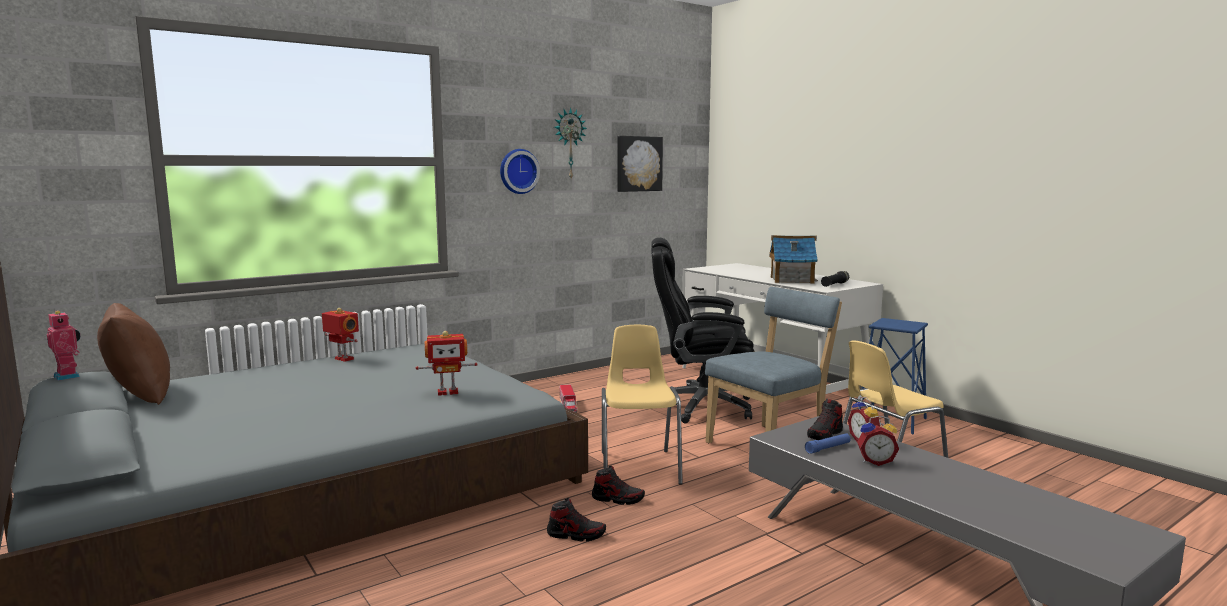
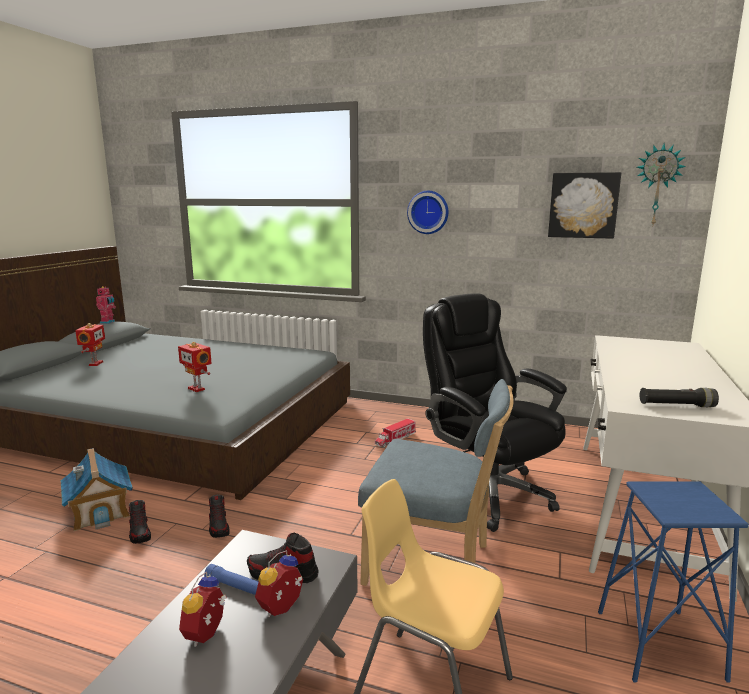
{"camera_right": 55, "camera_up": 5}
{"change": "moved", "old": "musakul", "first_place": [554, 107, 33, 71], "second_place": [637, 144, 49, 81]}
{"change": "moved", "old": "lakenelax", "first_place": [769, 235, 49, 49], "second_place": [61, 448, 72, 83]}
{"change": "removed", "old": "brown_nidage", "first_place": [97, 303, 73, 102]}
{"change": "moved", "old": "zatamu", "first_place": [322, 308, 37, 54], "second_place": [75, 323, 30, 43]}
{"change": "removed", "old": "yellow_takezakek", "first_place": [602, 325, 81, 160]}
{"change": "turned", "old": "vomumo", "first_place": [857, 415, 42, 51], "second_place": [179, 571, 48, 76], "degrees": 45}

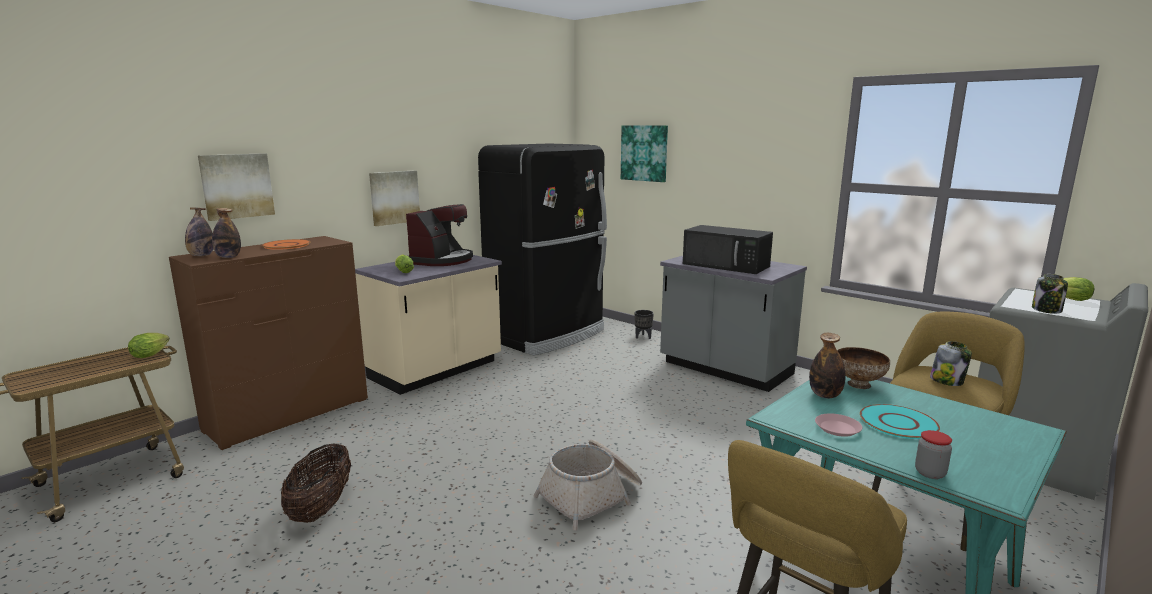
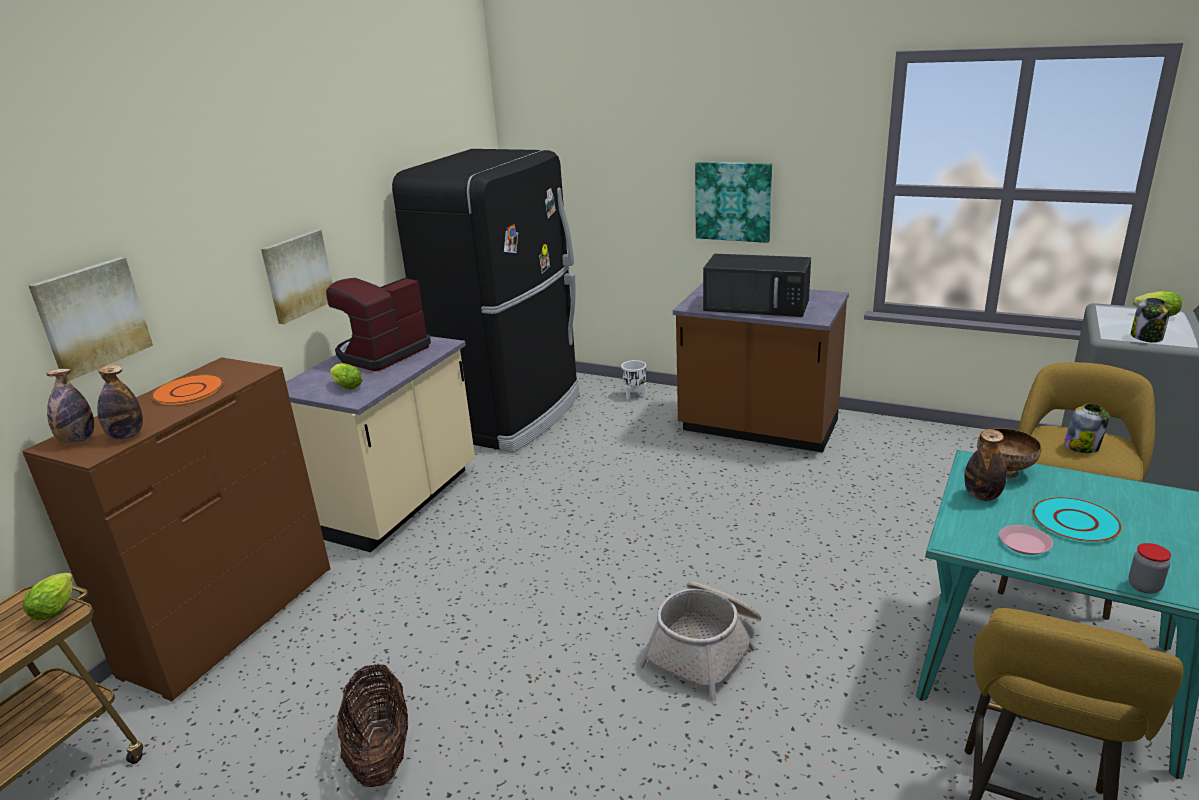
{"camera_right": -15, "camera_up": 10}
{"change": "moved", "old": "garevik", "first_place": [621, 125, 47, 57], "second_place": [695, 162, 77, 81]}
{"change": "turned", "old": "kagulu", "first_place": [406, 204, 67, 62], "second_place": [326, 277, 105, 94], "degrees": -150}
{"change": "recoloured", "old": "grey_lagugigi", "new": "brown_lagugigi", "first_place": [660, 256, 147, 136], "second_place": [673, 283, 176, 170]}
{"change": "recoloured", "old": "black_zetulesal", "new": "white_zetulesal", "first_place": [634, 310, 20, 29], "second_place": [621, 360, 25, 39]}

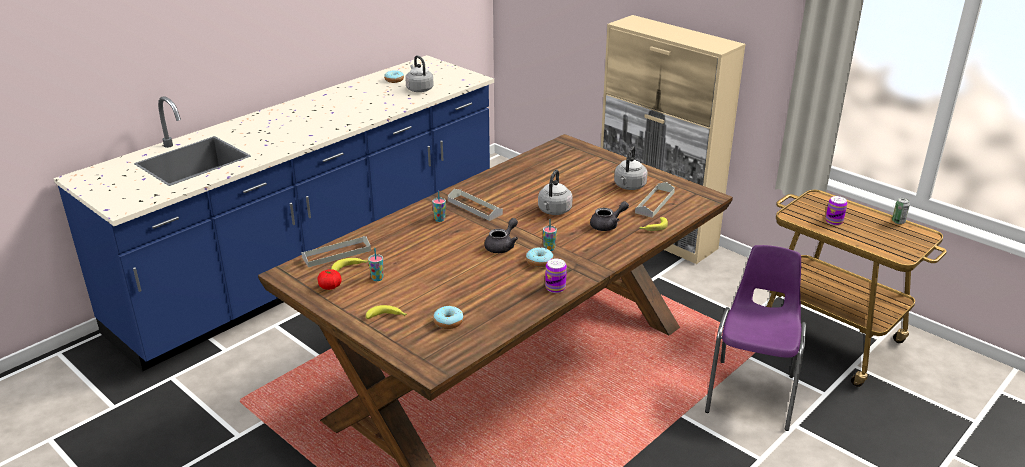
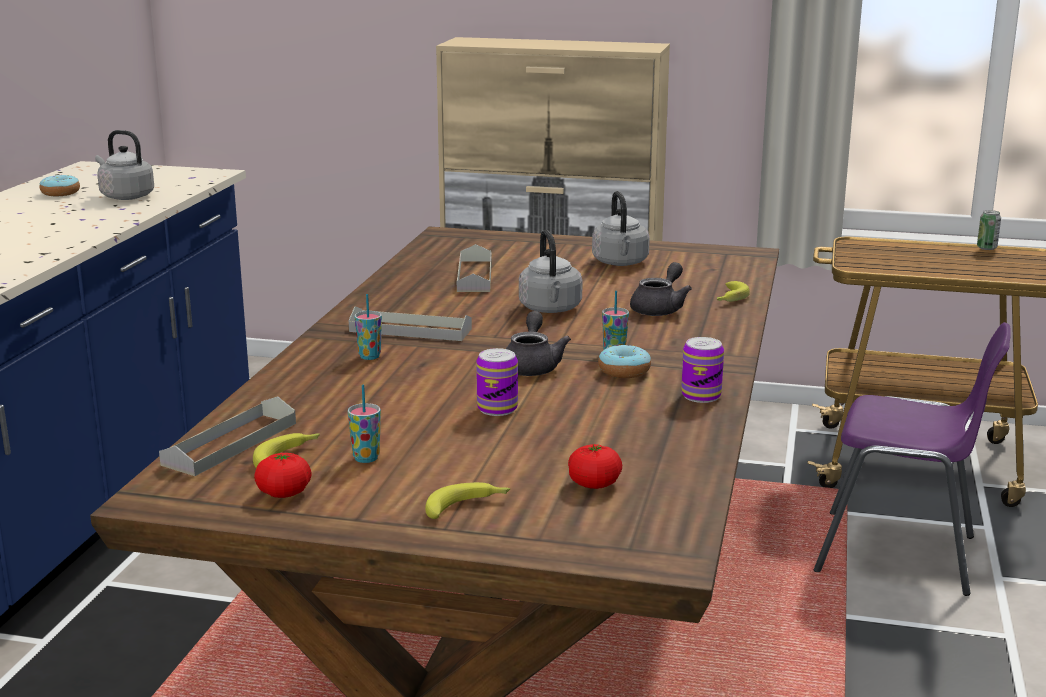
{"camera_right": -30, "camera_up": -10}
{"change": "moved", "old": "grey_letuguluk", "first_place": [635, 182, 40, 36], "second_place": [457, 244, 35, 48]}
{"change": "moved", "old": "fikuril", "first_place": [826, 196, 21, 29], "second_place": [476, 348, 42, 68]}
{"change": "turned", "old": "purple_takezakek", "first_place": [705, 245, 101, 186], "second_place": [814, 322, 197, 274], "degrees": 120}
{"change": "replaced", "old": "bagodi", "new": "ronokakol", "first_place": [433, 306, 30, 23], "second_place": [568, 444, 54, 45]}

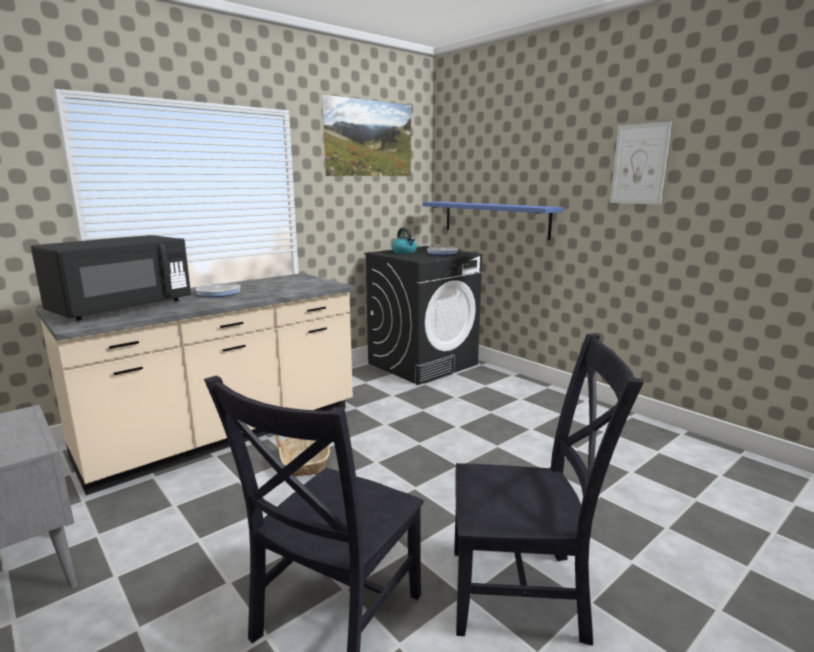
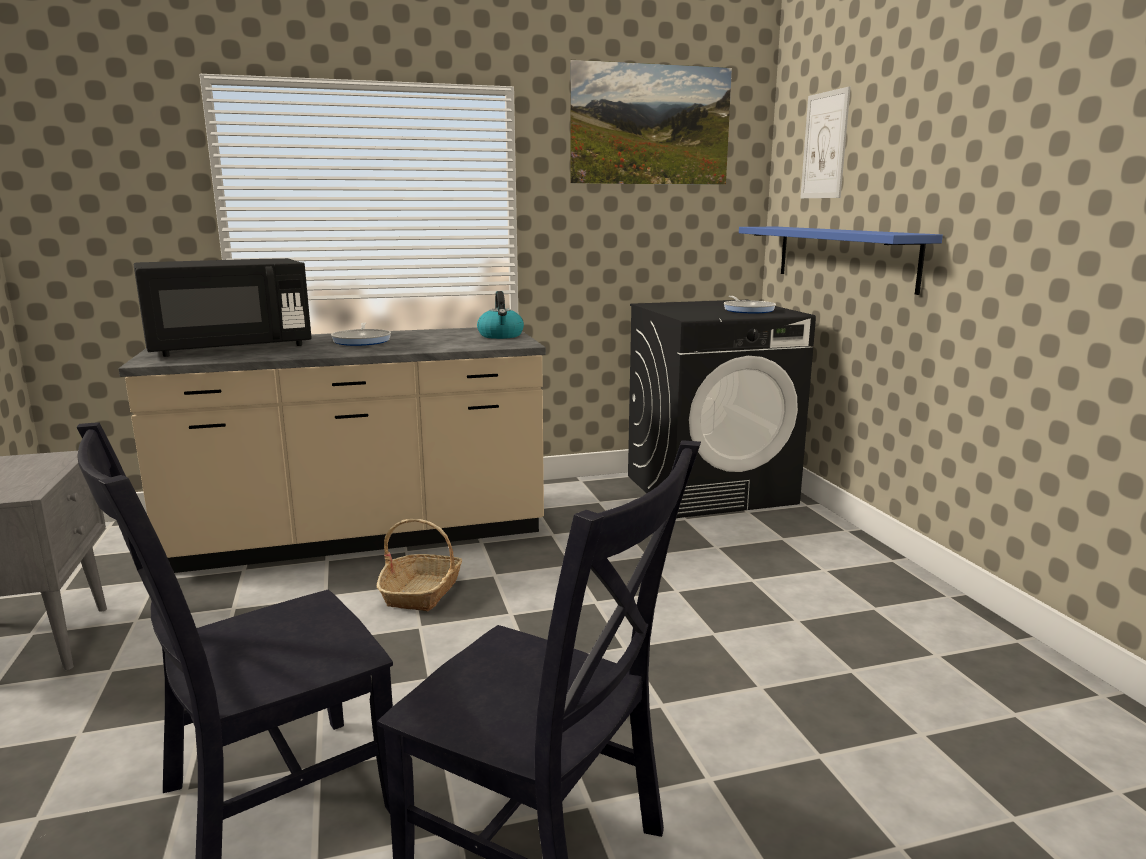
{"camera_right": 25, "camera_up": 0}
{"change": "moved", "old": "garevik", "first_place": [610, 121, 62, 84], "second_place": [800, 87, 51, 111]}
{"change": "moved", "old": "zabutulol", "first_place": [391, 228, 26, 26], "second_place": [477, 291, 47, 48]}

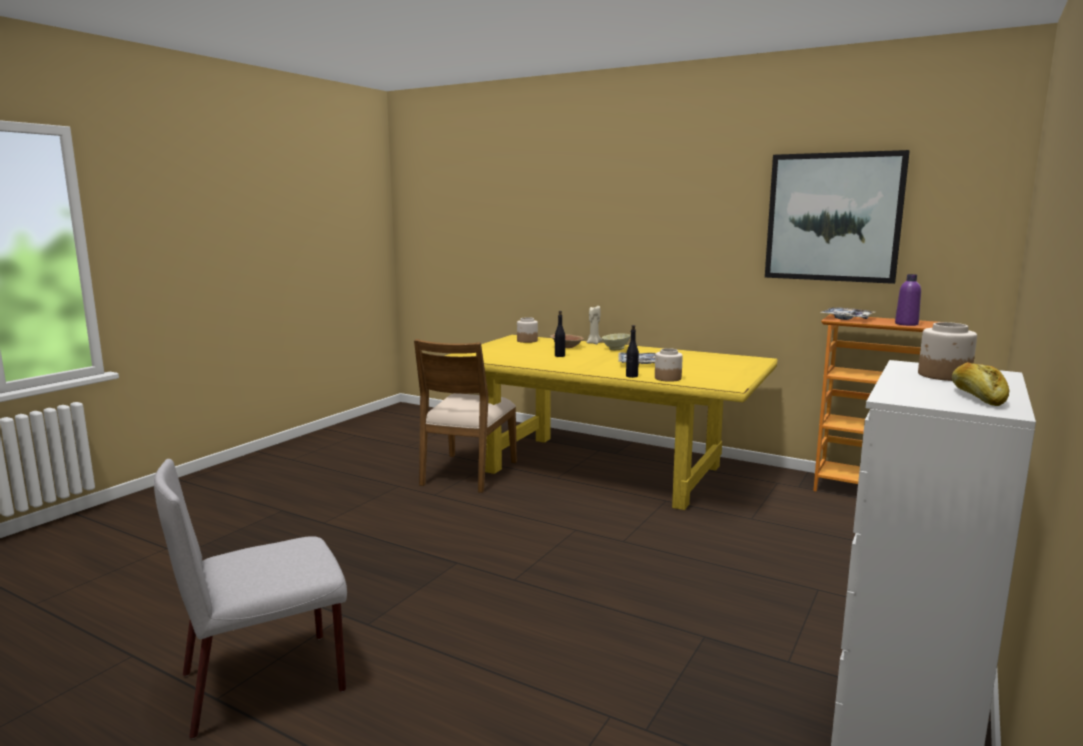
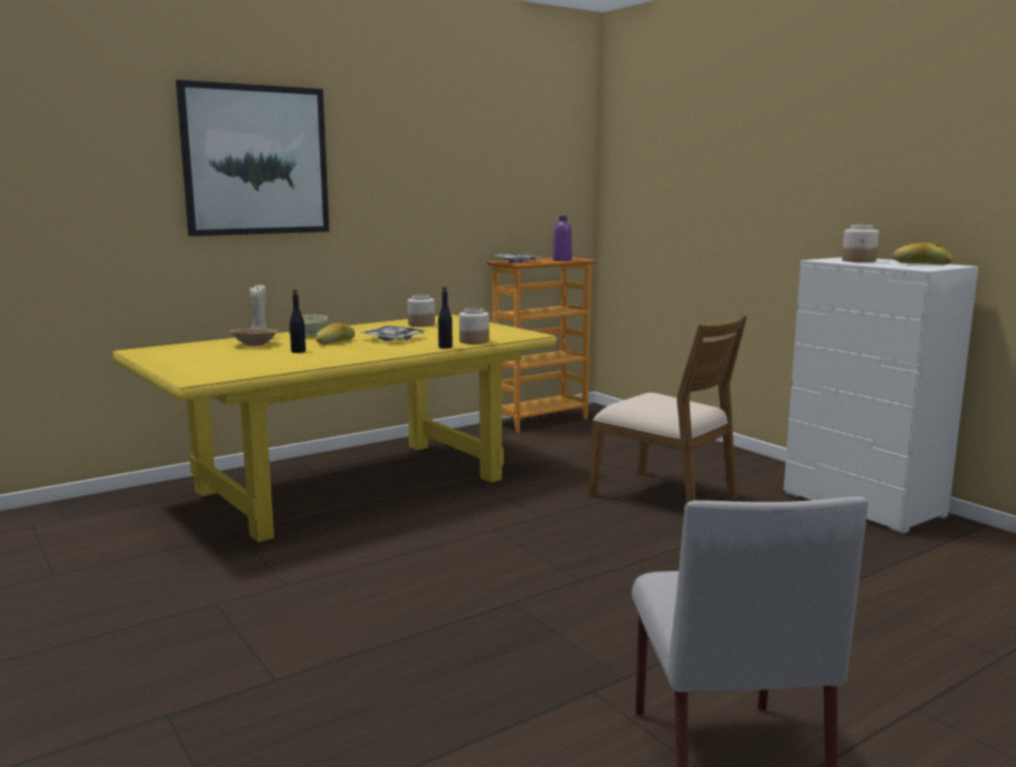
{"camera_right": -65, "camera_up": 0}
{"change": "moved", "old": "garevik", "first_place": [765, 150, 145, 134], "second_place": [176, 80, 153, 156]}
{"change": "moved", "old": "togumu", "first_place": [517, 317, 21, 26], "second_place": [408, 295, 27, 32]}
{"change": "moved", "old": "brown_takezakek", "first_place": [414, 339, 103, 154], "second_place": [589, 314, 158, 189]}
{"change": "added", "new": "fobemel", "second_place": [316, 323, 39, 21]}

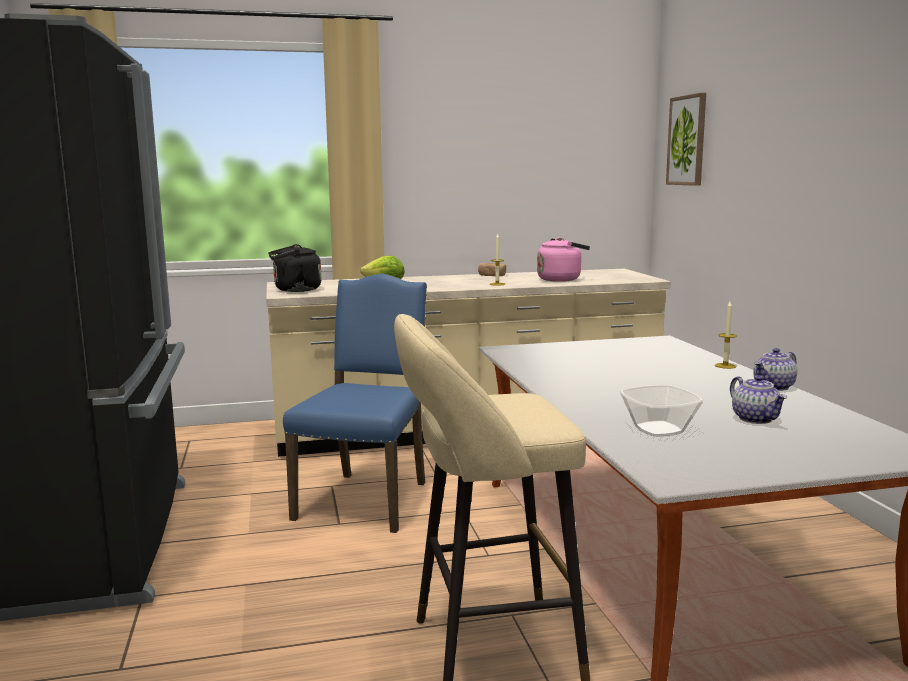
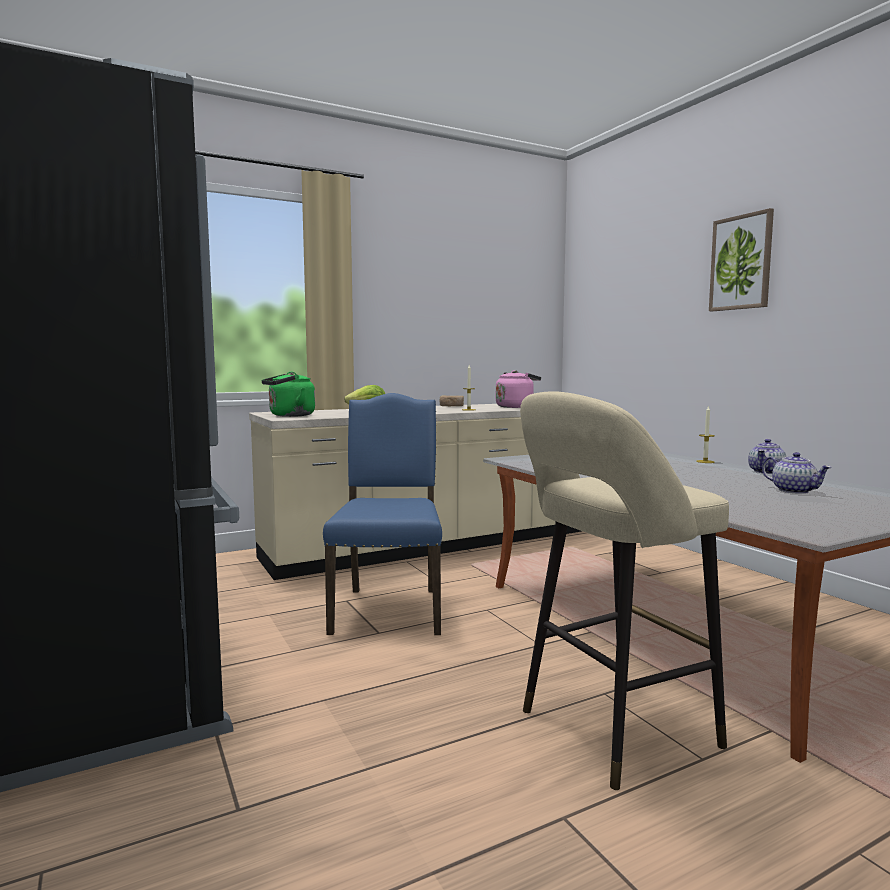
{"camera_right": -15, "camera_up": -5}
{"change": "moved", "old": "garevik", "first_place": [666, 93, 40, 93], "second_place": [709, 208, 65, 103]}
{"change": "recoloured", "old": "black_zabutulol", "new": "green_zabutulol", "first_place": [268, 244, 54, 48], "second_place": [261, 372, 54, 45]}
{"change": "removed", "old": "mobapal", "first_place": [620, 385, 83, 52]}

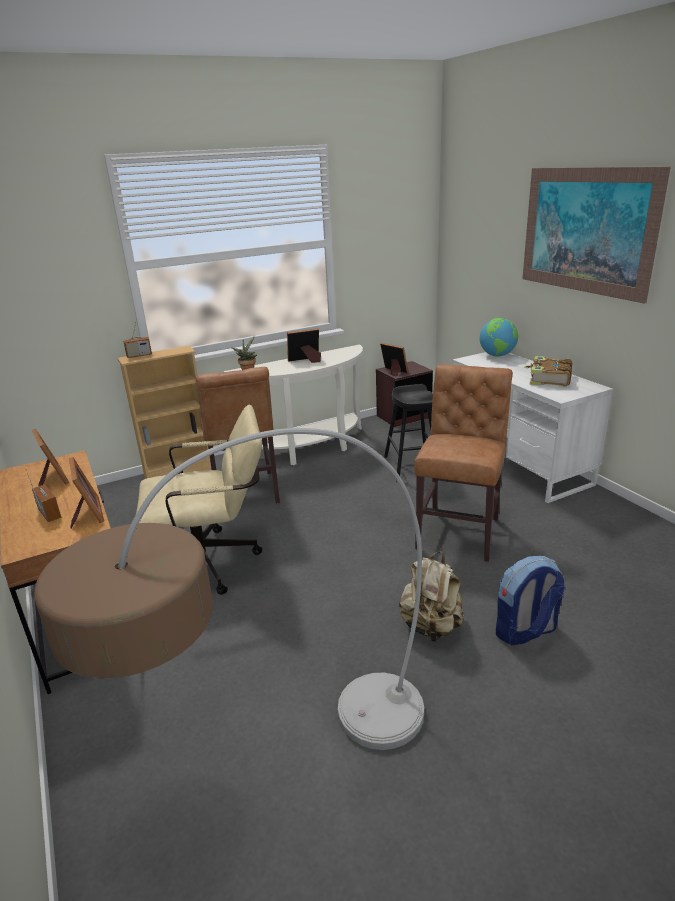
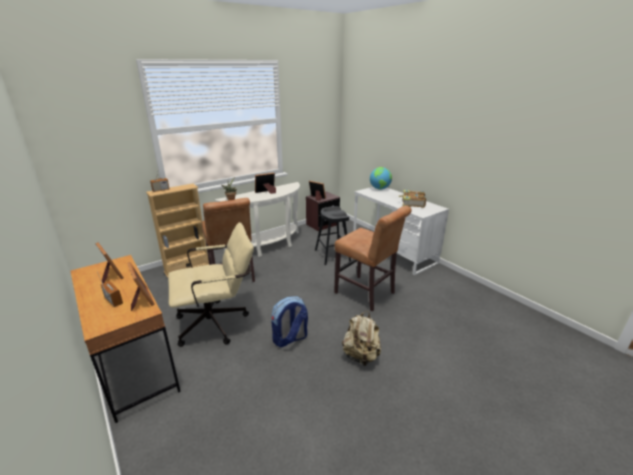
{"camera_right": -10, "camera_up": 0}
{"change": "removed", "old": "garevik", "first_place": [522, 167, 149, 137]}
{"change": "turned", "old": "brown_takezakek", "first_place": [414, 364, 99, 198], "second_place": [334, 206, 78, 106], "degrees": 120}
{"change": "removed", "old": "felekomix", "first_place": [34, 428, 390, 322]}
{"change": "moved", "old": "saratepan", "first_place": [496, 556, 69, 90], "second_place": [271, 296, 37, 51]}

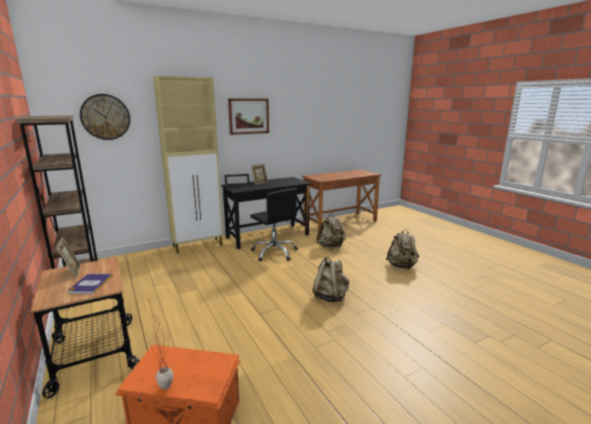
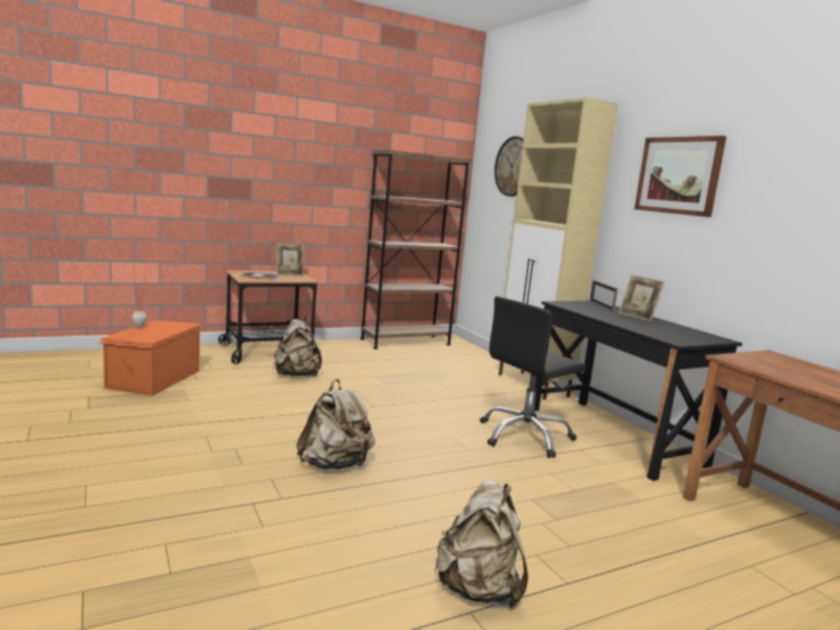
{"camera_right": 90, "camera_up": -5}
{"change": "moved", "old": "beige_saratepan", "first_place": [316, 213, 30, 34], "second_place": [273, 317, 49, 60]}

